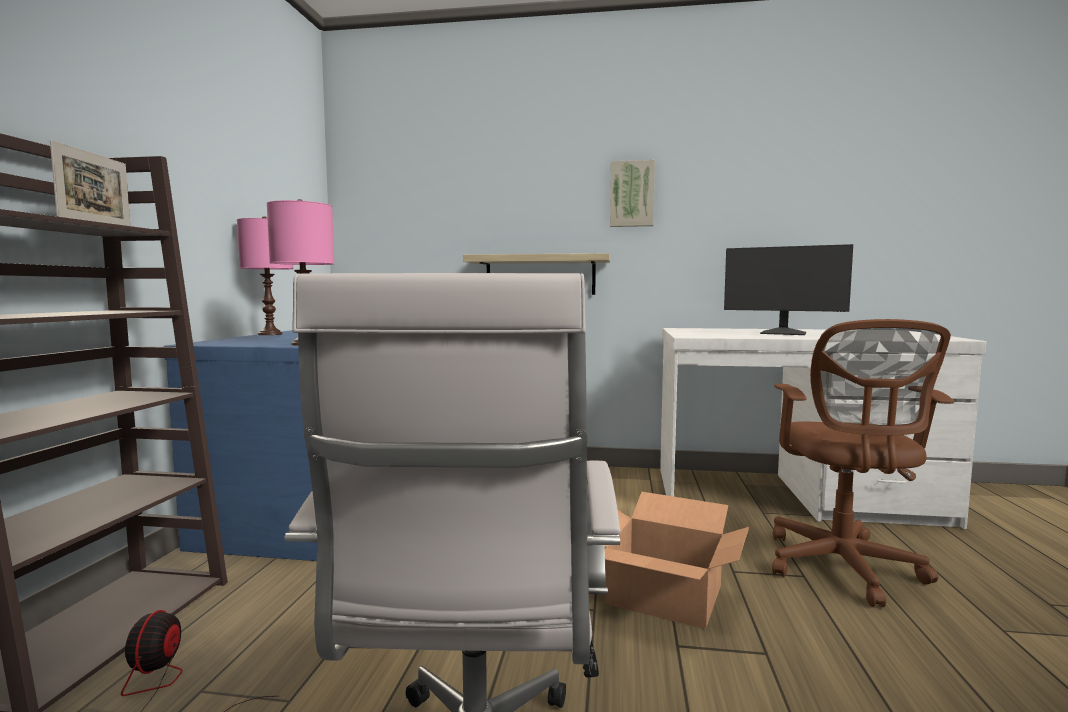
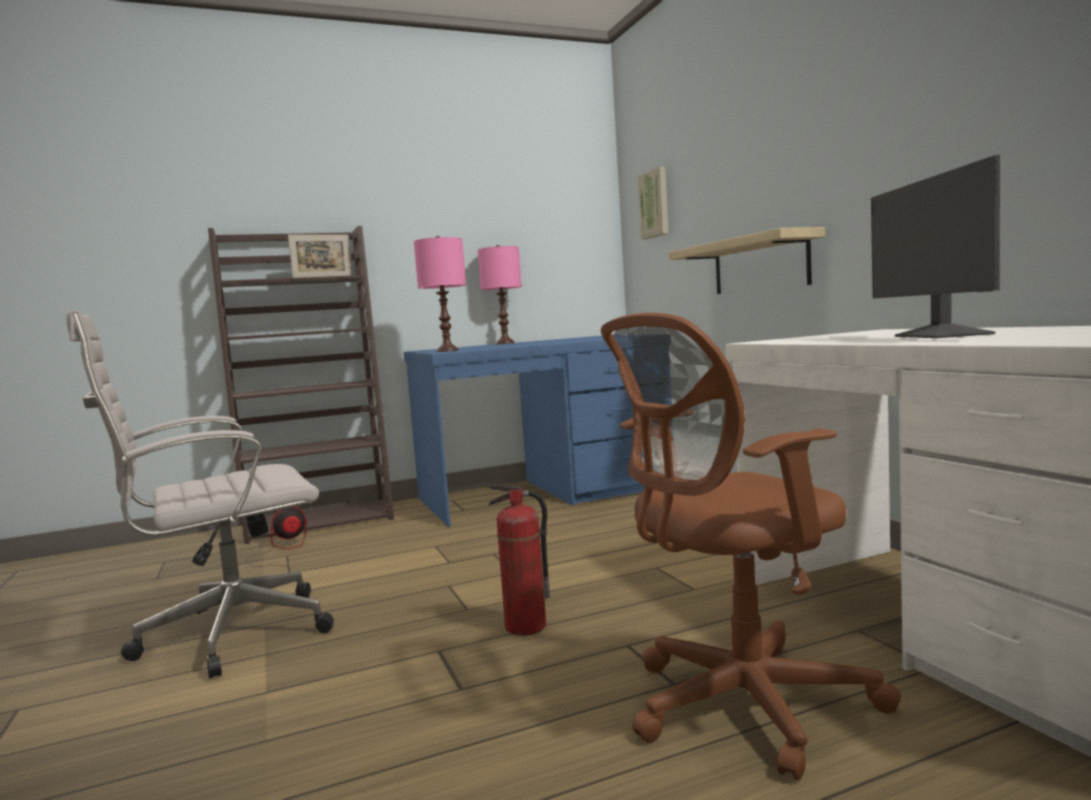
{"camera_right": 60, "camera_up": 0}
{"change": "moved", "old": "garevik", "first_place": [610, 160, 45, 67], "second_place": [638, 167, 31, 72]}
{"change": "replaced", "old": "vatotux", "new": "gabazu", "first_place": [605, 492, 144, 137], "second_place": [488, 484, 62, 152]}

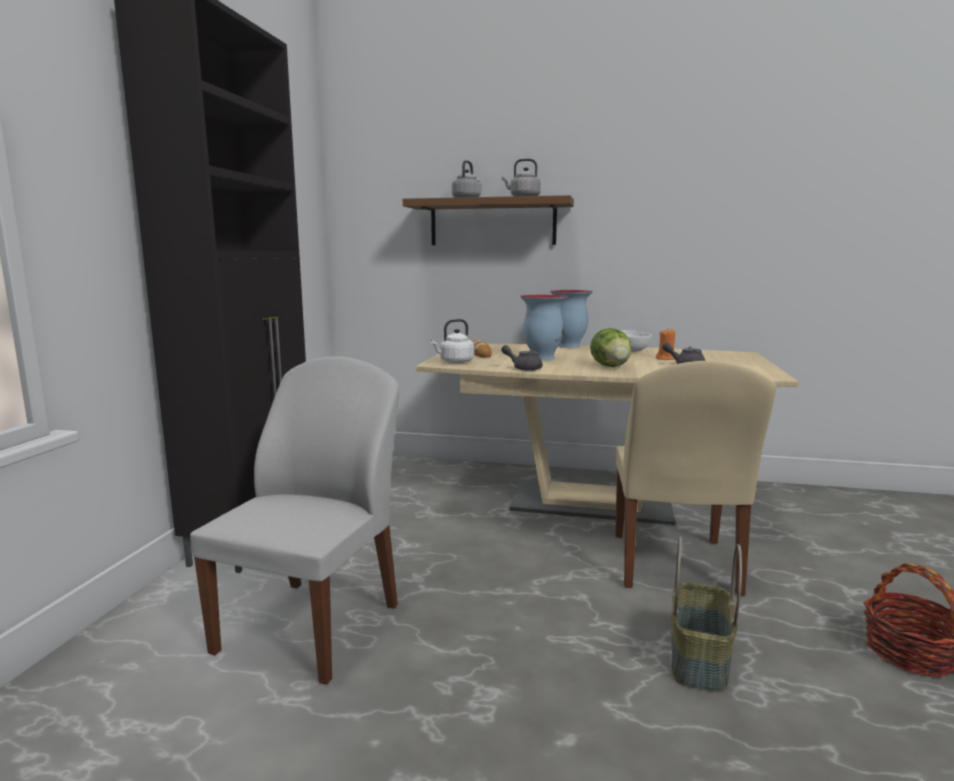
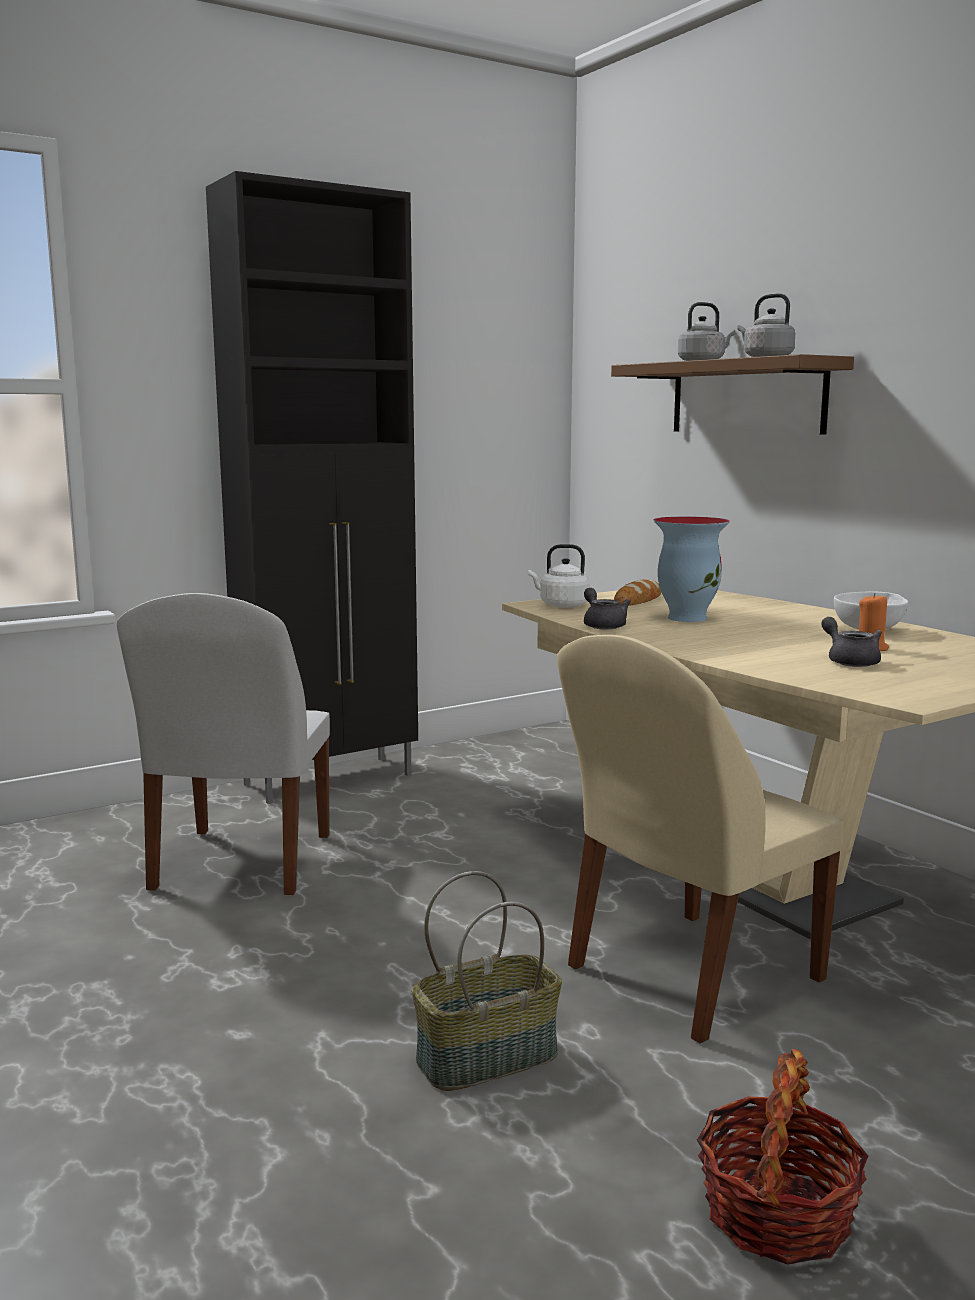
{"camera_right": 45, "camera_up": 0}
{"change": "removed", "old": "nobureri", "first_place": [550, 290, 43, 58]}
{"change": "removed", "old": "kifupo", "first_place": [590, 328, 42, 39]}
{"change": "turned", "old": "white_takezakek", "first_place": [190, 357, 209, 328], "second_place": [117, 593, 213, 302], "degrees": 120}

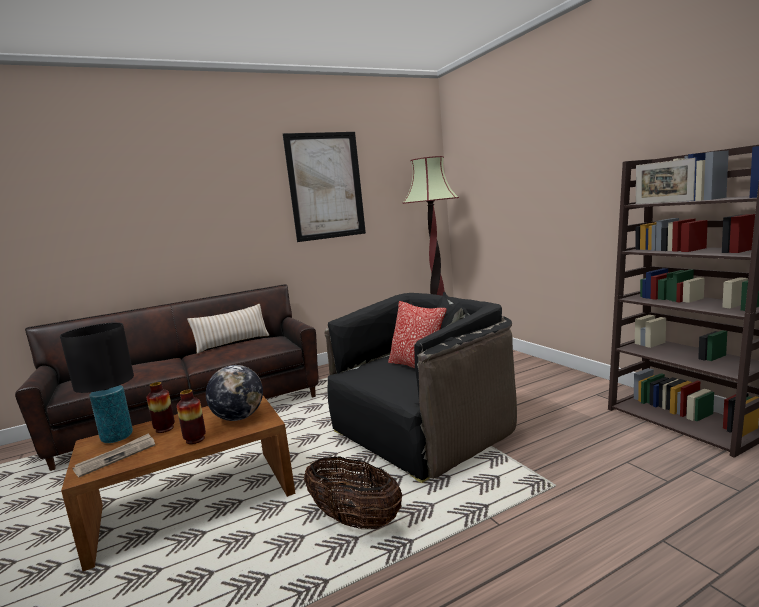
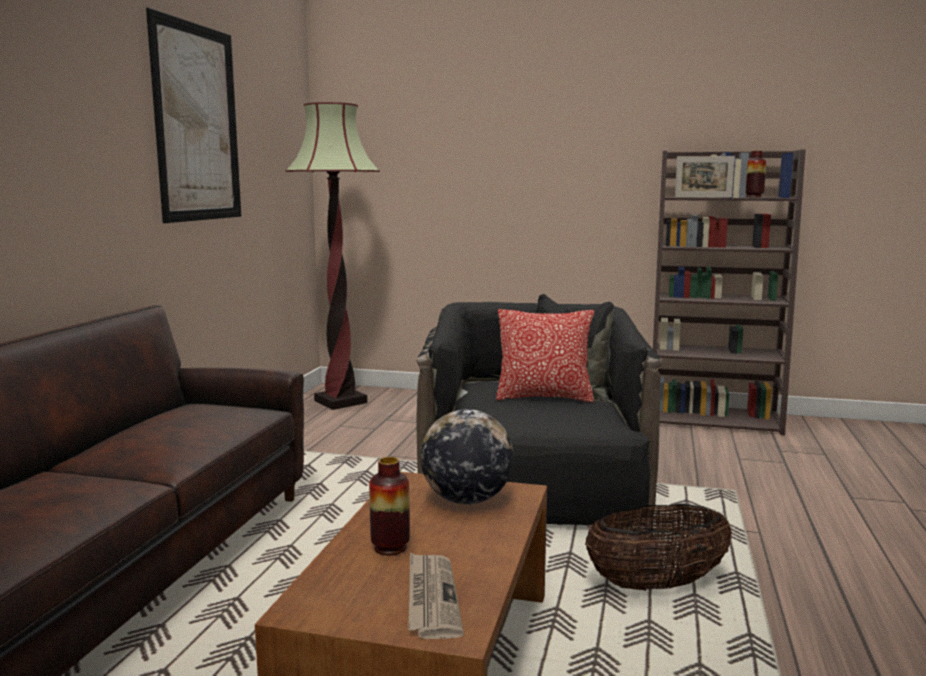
{"camera_right": -50, "camera_up": 0}
{"change": "removed", "old": "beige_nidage", "first_place": [187, 304, 82, 50]}
{"change": "removed", "old": "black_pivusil", "first_place": [60, 322, 74, 121]}
{"change": "moved", "old": "nobureri", "first_place": [177, 389, 29, 55], "second_place": [746, 150, 20, 47]}

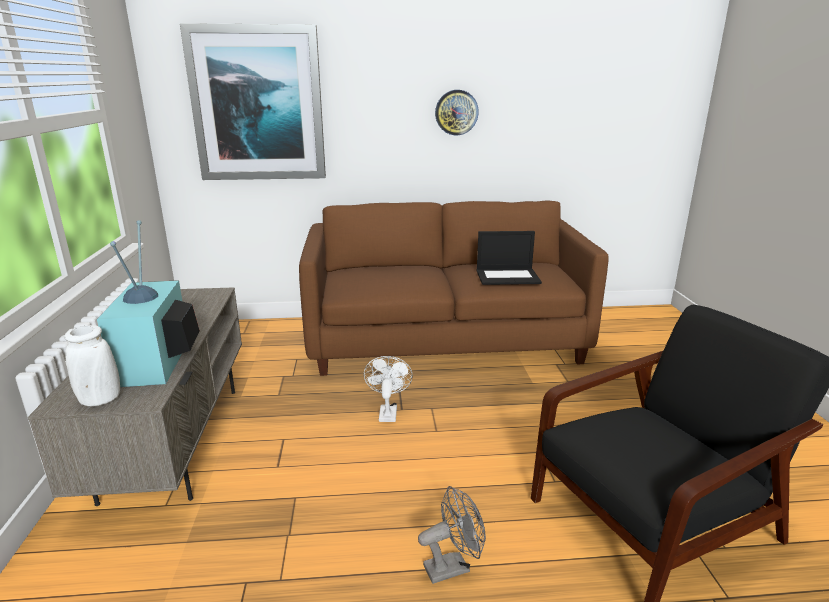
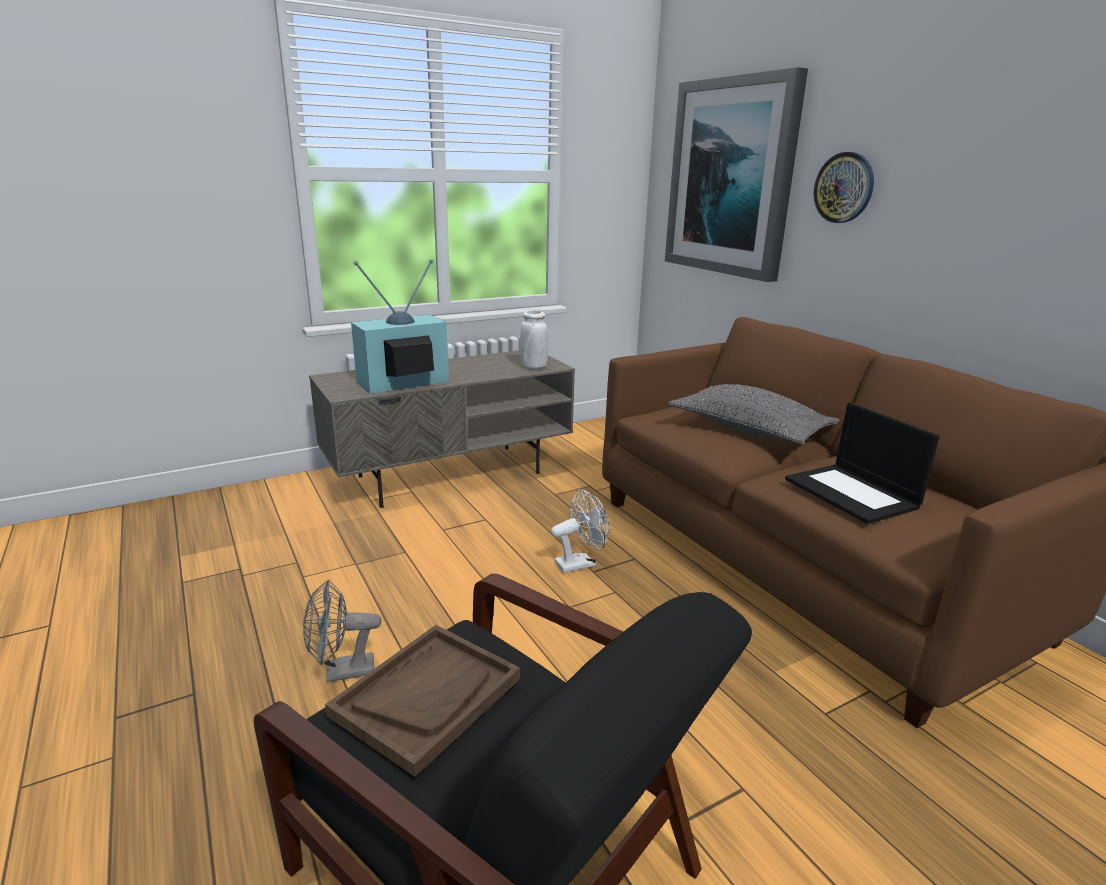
{"camera_right": 65, "camera_up": 0}
{"change": "moved", "old": "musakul", "first_place": [435, 90, 44, 45], "second_place": [814, 152, 60, 71]}
{"change": "moved", "old": "white_nobureri", "first_place": [64, 325, 56, 81], "second_place": [520, 311, 28, 58]}
{"change": "turned", "old": "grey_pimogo", "first_place": [418, 486, 68, 98], "second_place": [303, 580, 78, 103], "degrees": 120}
{"change": "added", "new": "grey_nidage", "second_place": [668, 384, 172, 61]}
{"change": "added", "new": "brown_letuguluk", "second_place": [325, 625, 195, 152]}

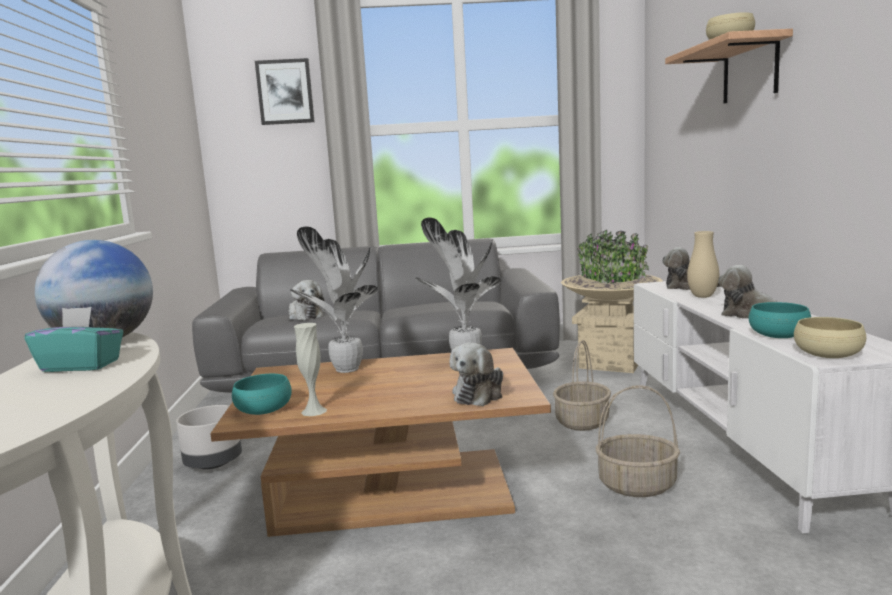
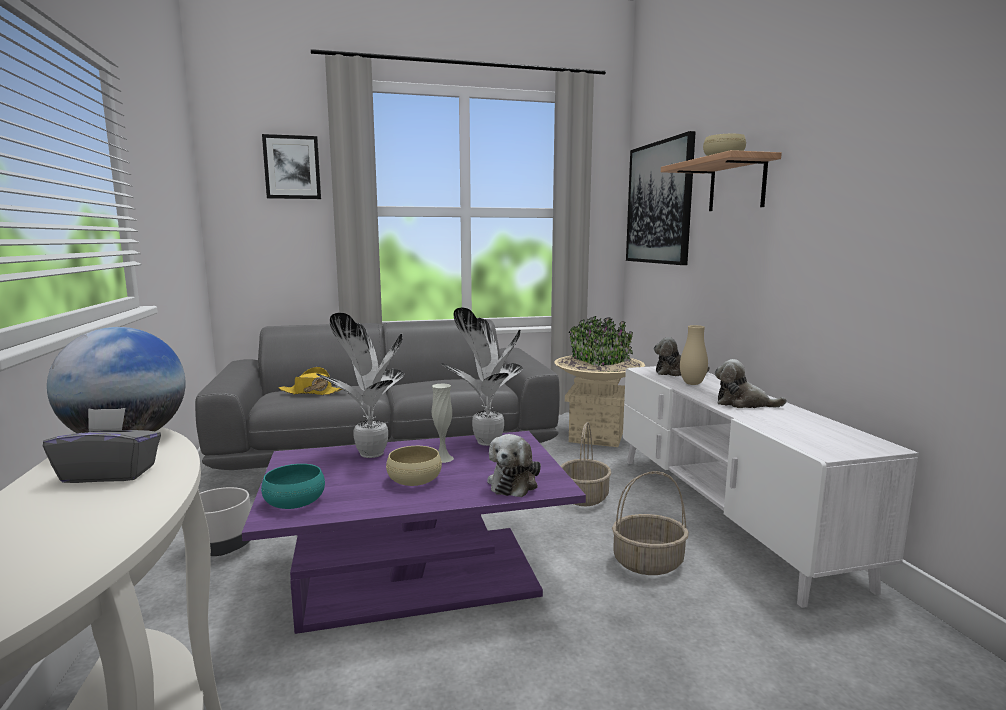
{"camera_right": -10, "camera_up": 0}
{"change": "replaced", "old": "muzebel", "new": "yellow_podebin", "first_place": [288, 280, 37, 40], "second_place": [278, 367, 64, 28]}
{"change": "removed", "old": "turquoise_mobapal", "first_place": [749, 302, 62, 36]}
{"change": "recoloured", "old": "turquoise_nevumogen", "new": "grey_nevumogen", "first_place": [25, 307, 98, 65], "second_place": [43, 408, 118, 75]}
{"change": "moved", "old": "beige_mobapal", "first_place": [794, 317, 72, 41], "second_place": [386, 446, 56, 40]}
{"change": "moved", "old": "white_nobureri", "first_place": [294, 323, 33, 93], "second_place": [432, 384, 22, 79]}
{"change": "recoloured", "old": "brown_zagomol", "new": "purple_zagomol", "first_place": [210, 348, 341, 189], "second_place": [242, 431, 344, 203]}
{"change": "added", "new": "garevik", "second_place": [626, 131, 70, 134]}

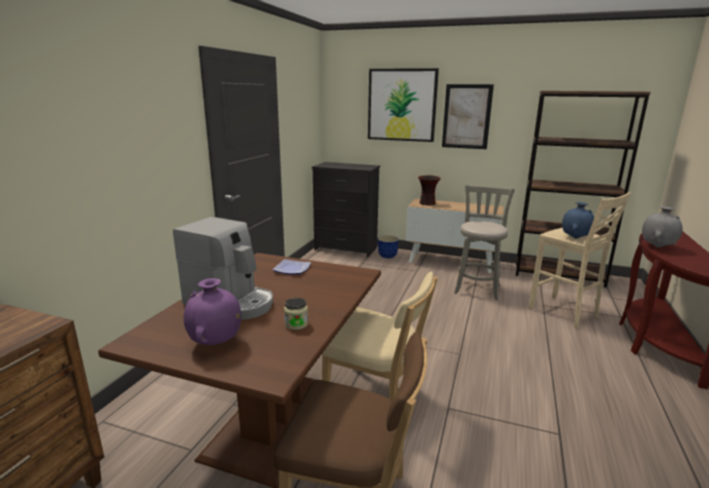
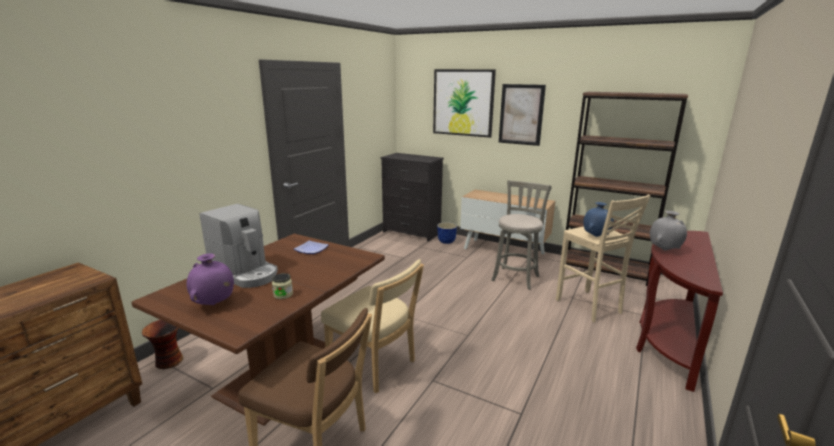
{"camera_right": 10, "camera_up": 0}
{"change": "moved", "old": "nobureri", "first_place": [418, 175, 23, 31], "second_place": [142, 320, 41, 49]}

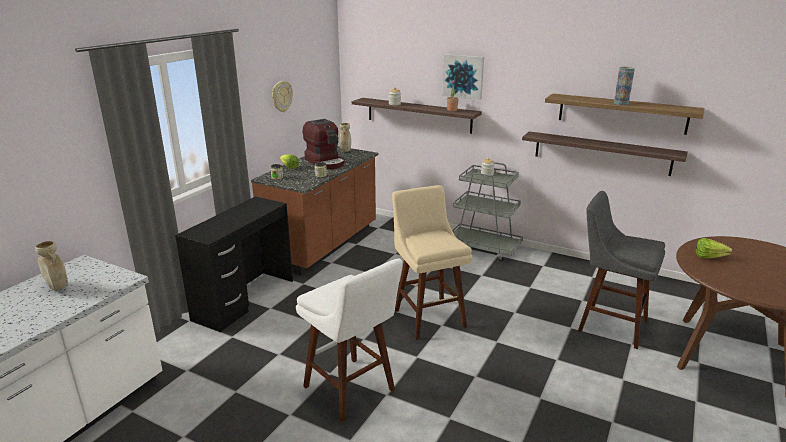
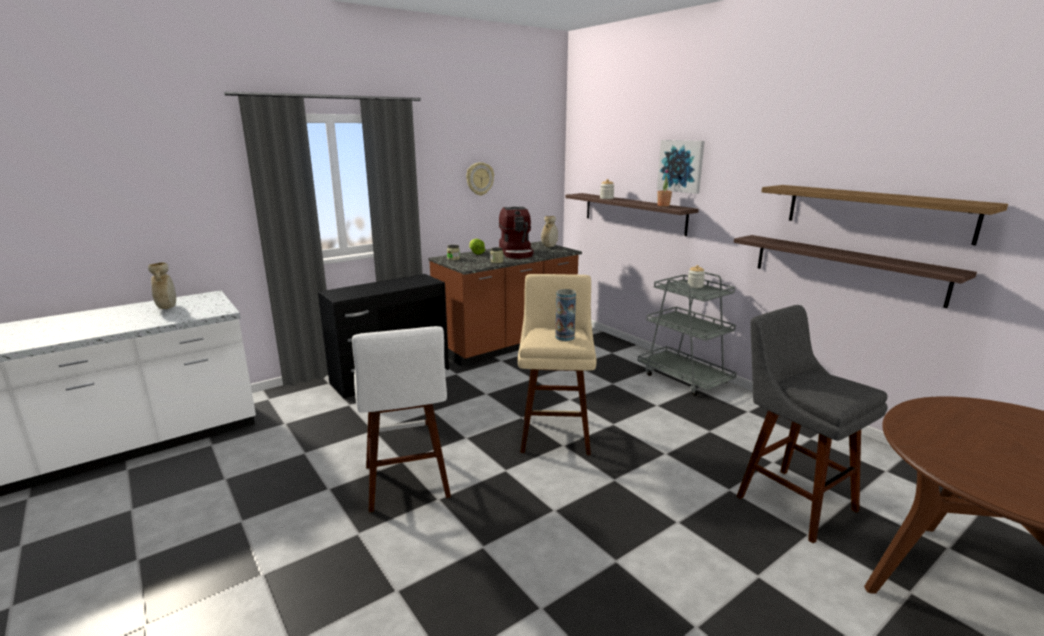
{"camera_right": 25, "camera_up": -5}
{"change": "moved", "old": "nobureri", "first_place": [614, 67, 21, 38], "second_place": [555, 289, 21, 52]}
{"change": "removed", "old": "kifupo", "first_place": [696, 238, 36, 20]}

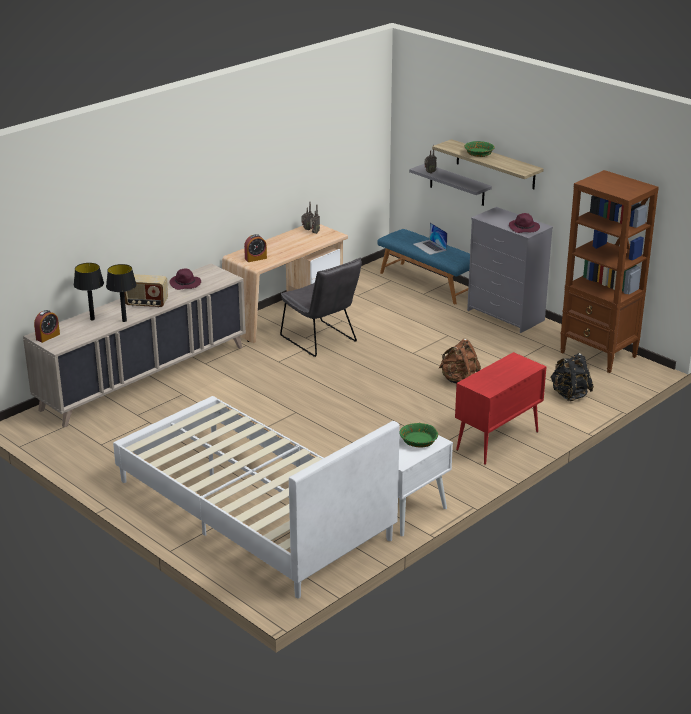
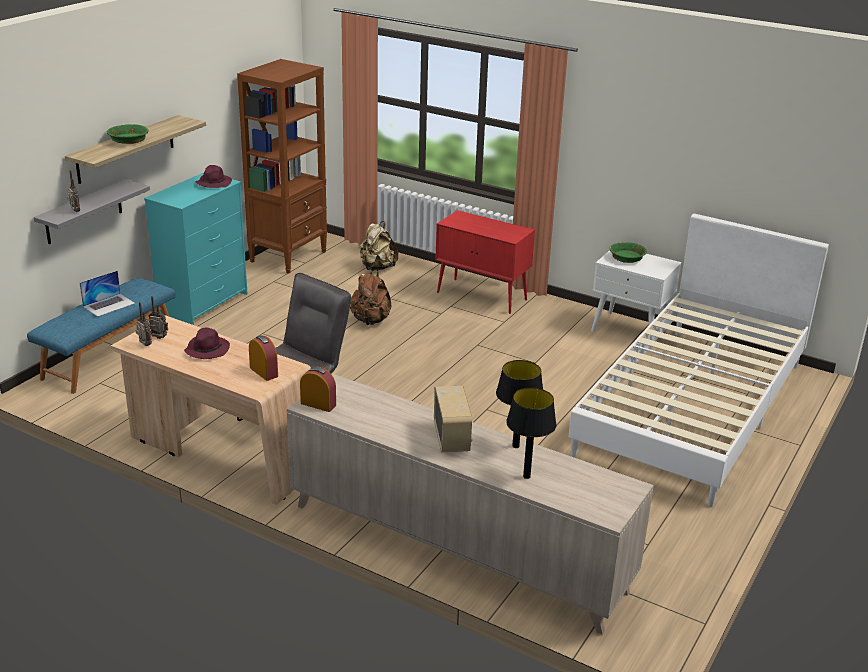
{"camera_right": -105, "camera_up": 0}
{"change": "recoloured", "old": "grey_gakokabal", "new": "turquoise_gakokabal", "first_place": [467, 207, 86, 126], "second_place": [144, 173, 104, 152]}
{"change": "moved", "old": "purple_podebin", "first_place": [169, 268, 32, 22], "second_place": [184, 327, 46, 32]}
{"change": "moved", "old": "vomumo", "first_place": [34, 310, 26, 33], "second_place": [300, 367, 36, 45]}
{"change": "recoloured", "old": "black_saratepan", "new": "beige_saratepan", "first_place": [550, 353, 44, 48], "second_place": [359, 221, 39, 50]}

